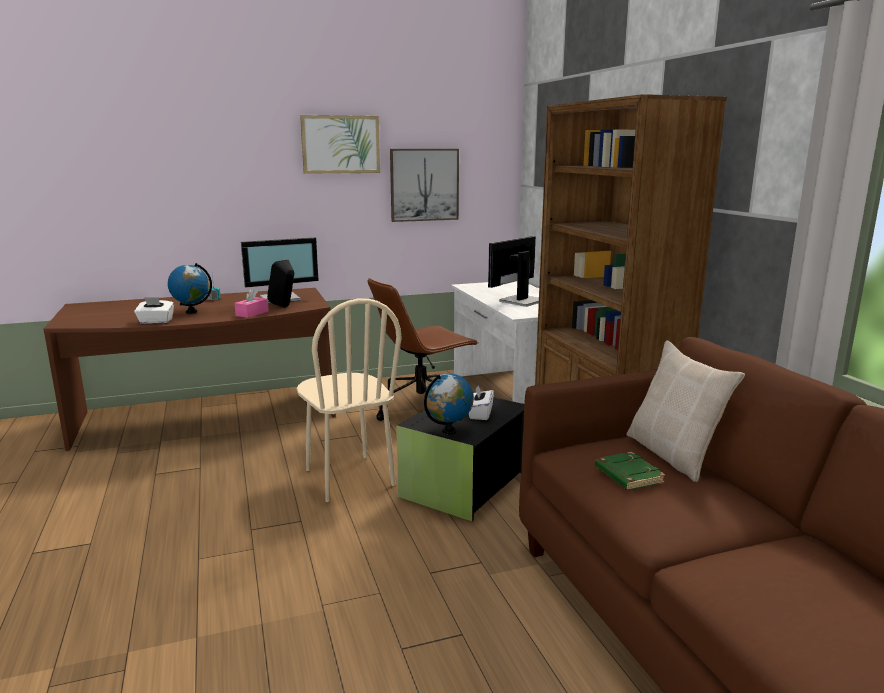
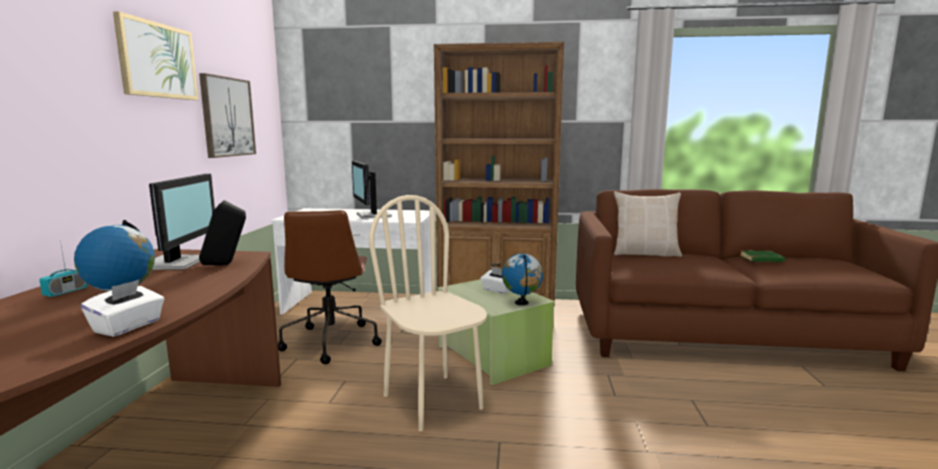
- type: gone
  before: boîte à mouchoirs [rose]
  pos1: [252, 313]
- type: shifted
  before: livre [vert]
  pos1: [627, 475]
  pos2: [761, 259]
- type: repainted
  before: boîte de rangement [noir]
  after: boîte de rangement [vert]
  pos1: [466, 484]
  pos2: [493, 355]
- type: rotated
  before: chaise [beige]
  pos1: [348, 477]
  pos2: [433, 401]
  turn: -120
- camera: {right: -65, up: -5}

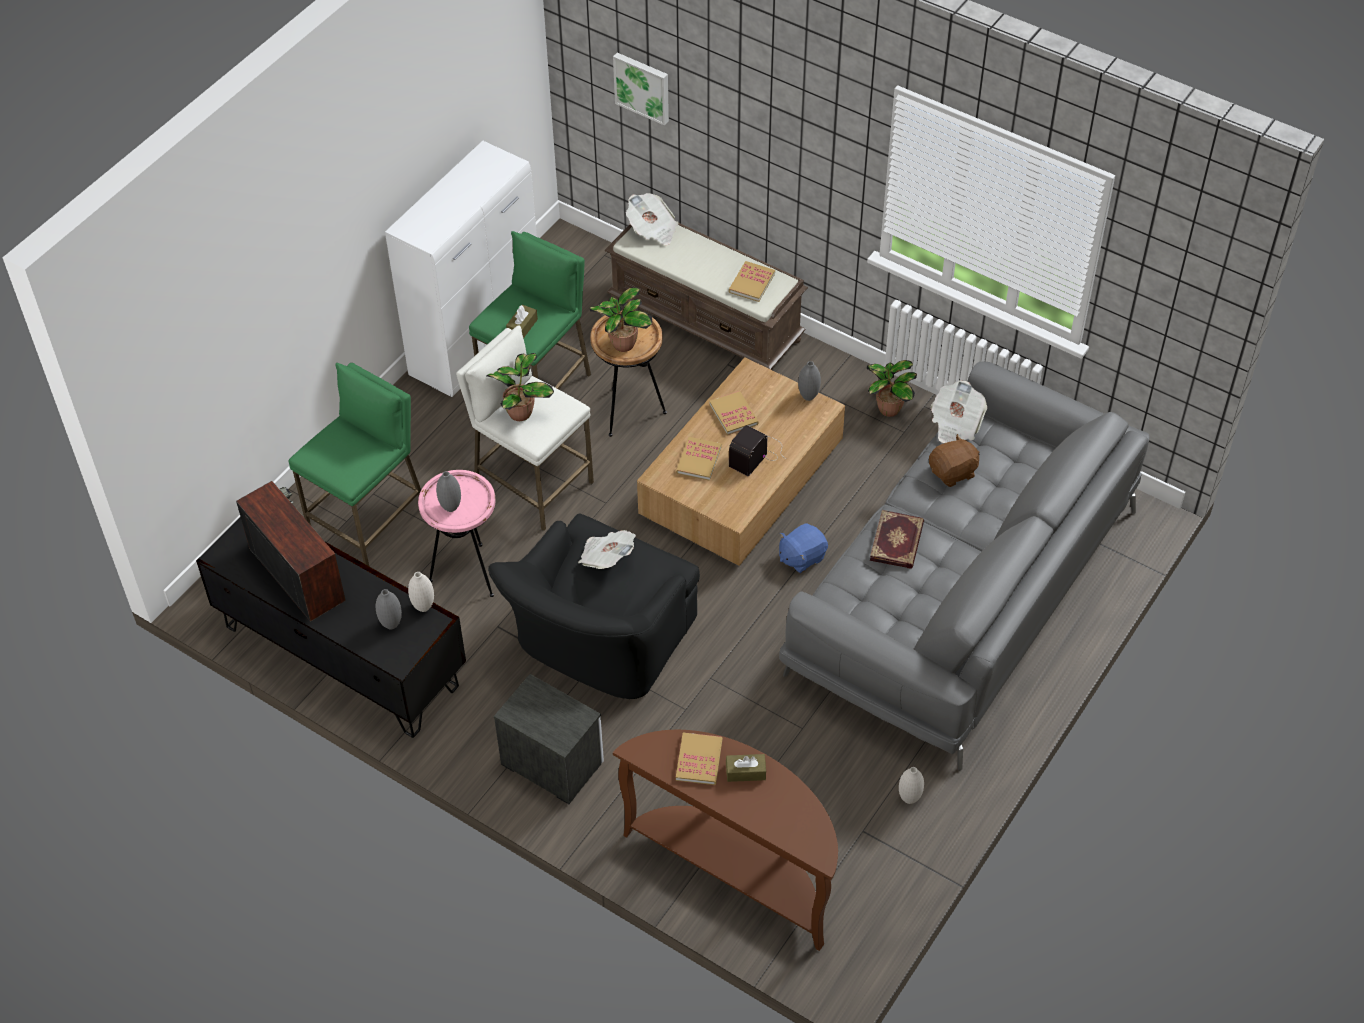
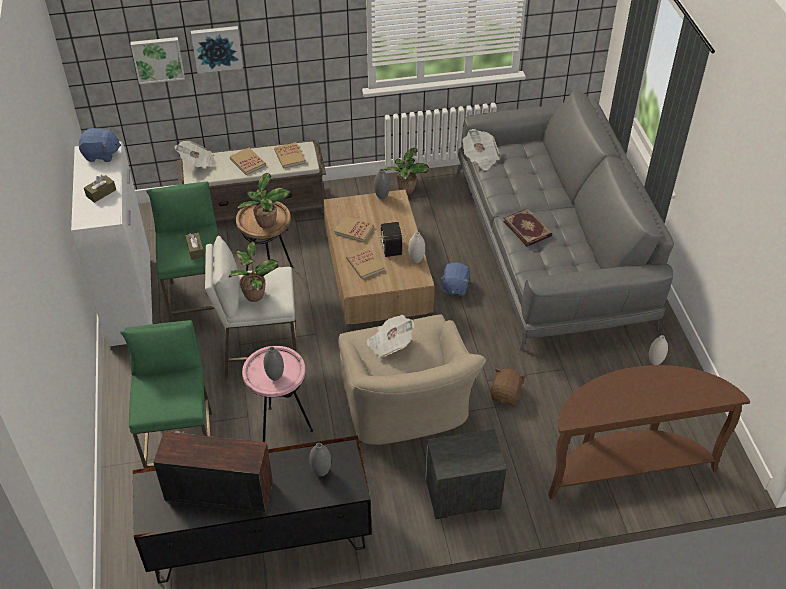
- type: new
  after: peluche [bleu]
  pos2: [101, 154]
- type: new
  after: tableau
  pos2: [217, 48]
- type: shifted
  before: vase [blanc]
  pos1: [423, 607]
  pos2: [416, 260]
- type: shifted
  before: livre
  pos1: [699, 760]
  pos2: [248, 162]
- type: shifted
  before: boîte à mouchoirs [marron]
  pos1: [745, 772]
  pos2: [101, 193]
- type: shifted
  before: peluche [marron]
  pos1: [953, 472]
  pos2: [506, 394]
- type: repainted
  before: fauteuil [noir]
  after: fauteuil [beige]
  pos1: [598, 644]
  pos2: [406, 410]
- camera: {right: -45, up: -5}

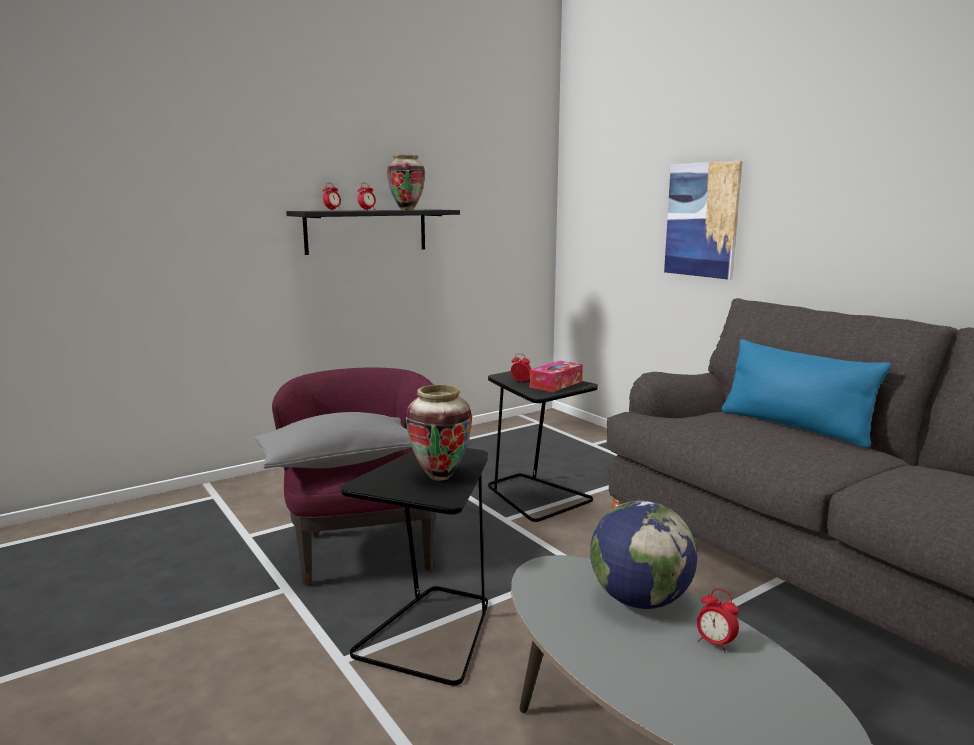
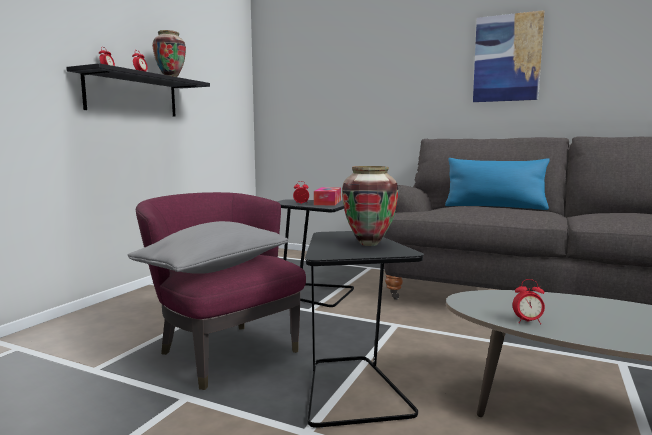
- type: gone
  before: globe
  pos1: [639, 600]
- type: shifted
  before: tableau
  pos1: [702, 220]
  pos2: [507, 58]
- type: shifted
  before: réveil
  pos1: [715, 643]
  pos2: [528, 321]
- camera: {right: -30, up: -5}

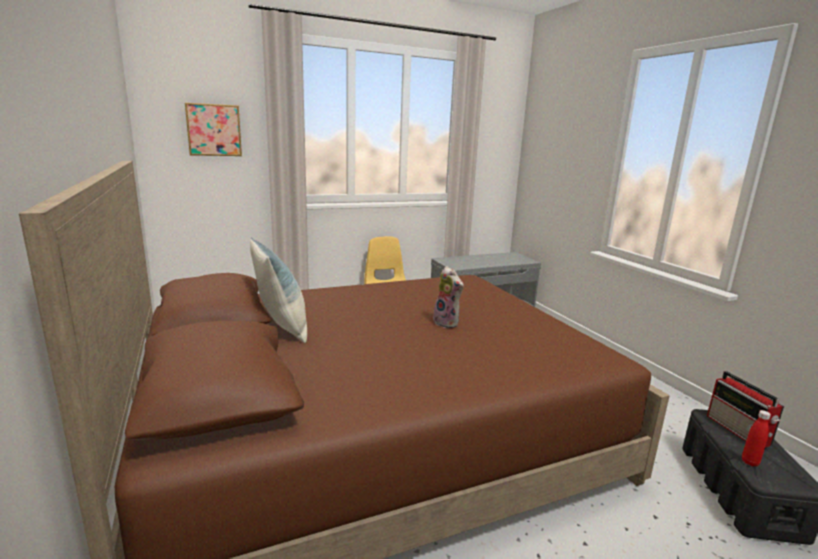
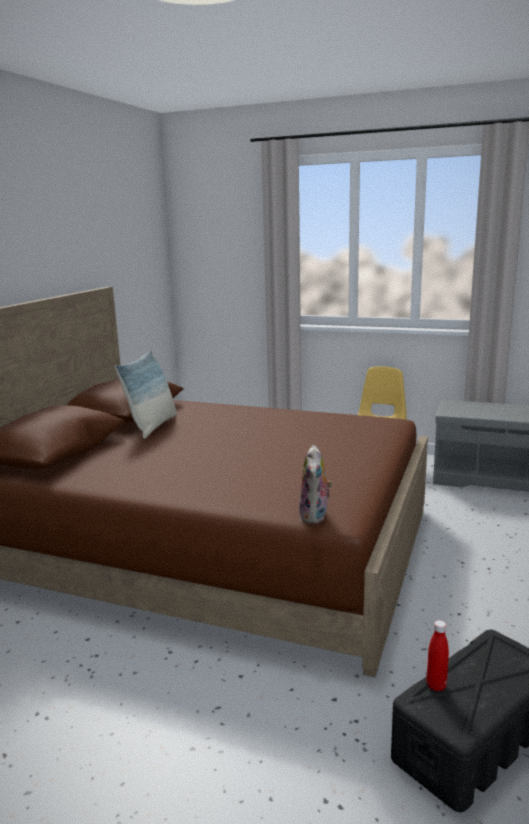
- type: gone
  before: tableau
  pos1: [214, 130]
- type: gone
  before: radio
  pos1: [739, 431]
- type: shifted
  before: peluche
  pos1: [448, 323]
  pos2: [315, 516]
- camera: {right: 45, up: 0}

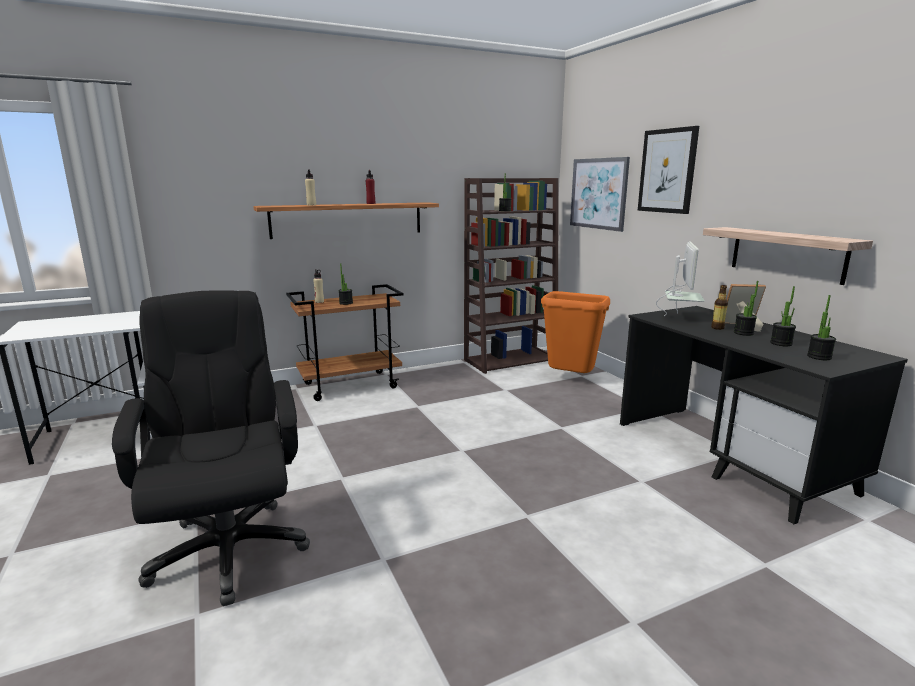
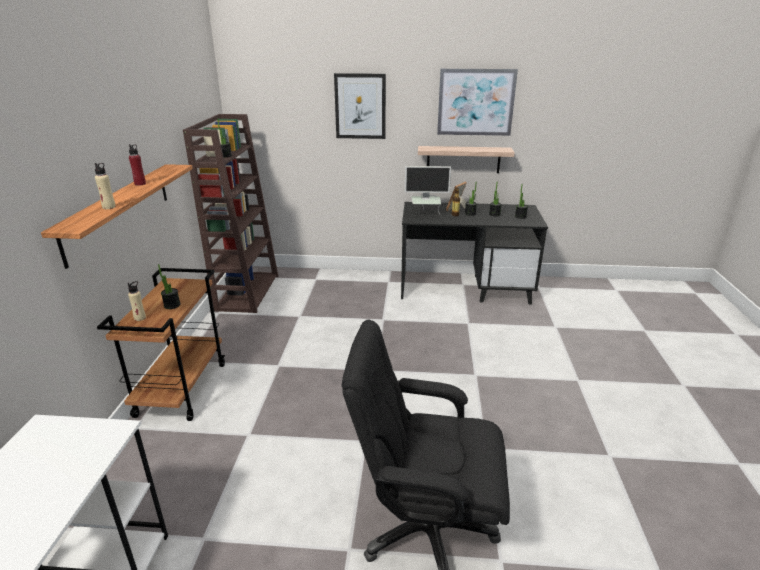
- type: gone
  before: poubelle [orange]
  pos1: [569, 379]
- type: shifted
  before: tableau
  pos1: [598, 193]
  pos2: [476, 102]
- type: rotated
  before: écran d'ordinateur
  pos1: [679, 318]
  pos2: [426, 215]
  turn: 135
- camera: {right: -60, up: 10}

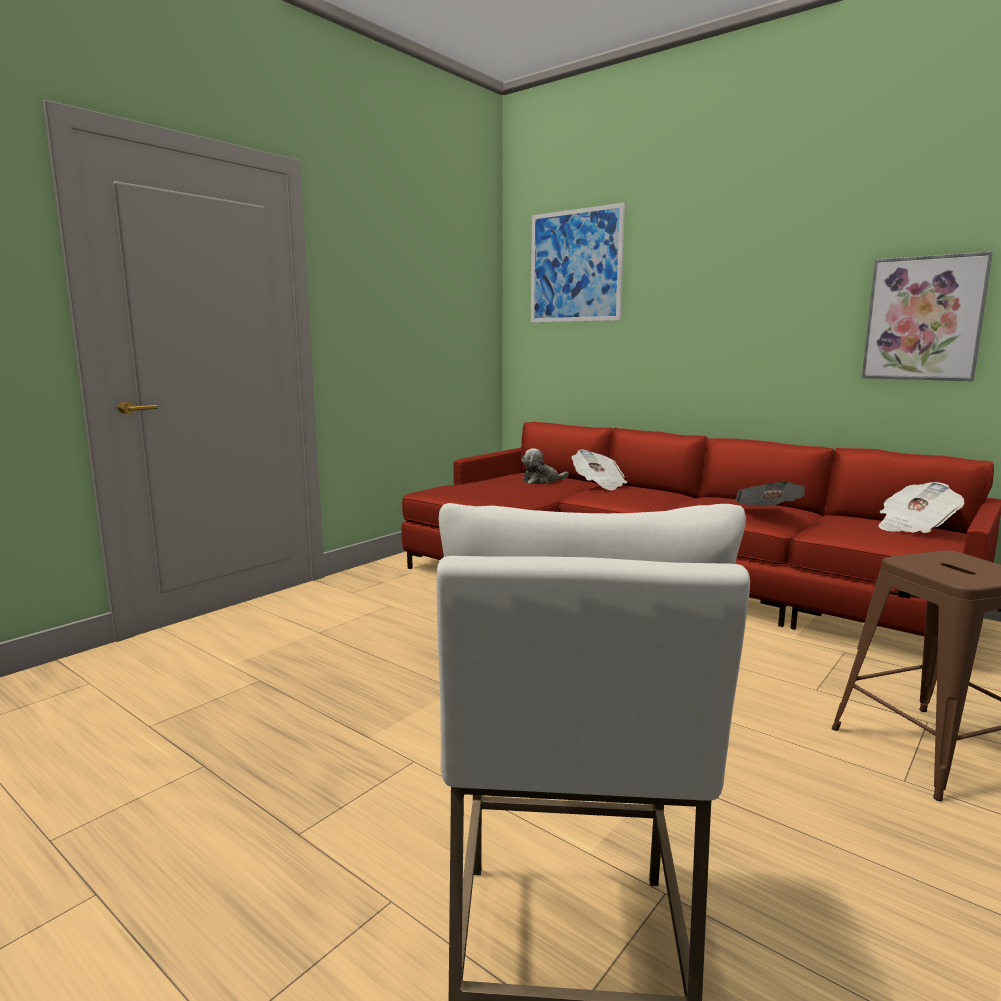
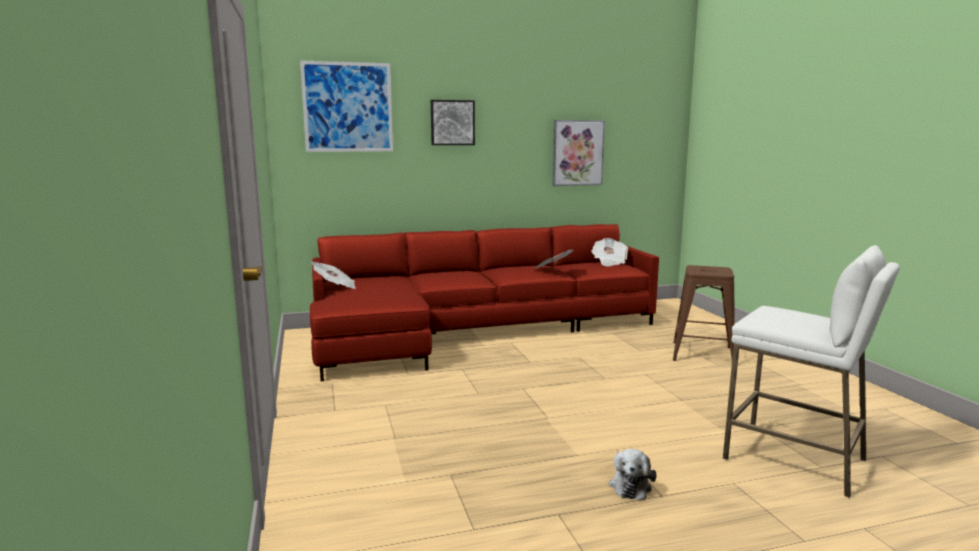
- type: new
  after: tableau
  pos2: [452, 122]
- type: shifted
  before: peluche
  pos1: [542, 481]
  pos2: [630, 485]
- type: shifted
  before: journal
  pos1: [598, 485]
  pos2: [335, 287]
- camera: {right: -55, up: 0}

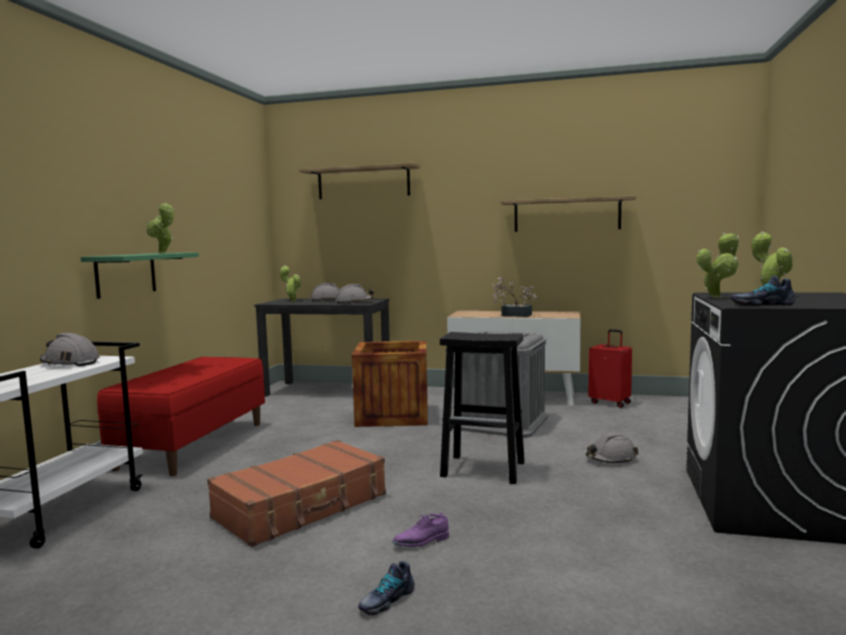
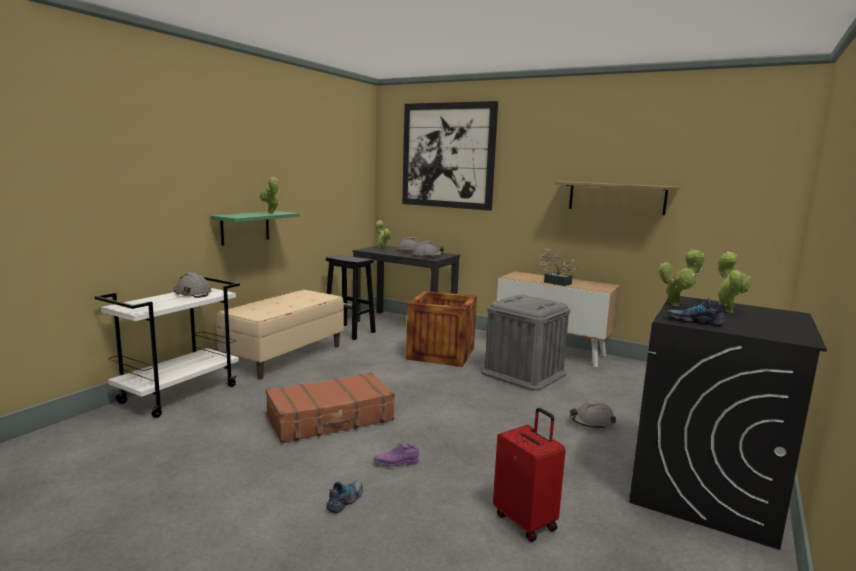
- type: shifted
  before: tabouret [noir]
  pos1: [485, 469]
  pos2: [350, 332]
- type: shifted
  before: valise [rouge]
  pos1: [610, 403]
  pos2: [526, 521]
- type: swapped
  before: étagère
  after: tableau
  pos1: [363, 183]
  pos2: [448, 155]
- type: repainted
  before: banc [rouge]
  after: banc [beige]
  pos1: [193, 445]
  pos2: [285, 356]
- type: rotated
  before: chaussure
  pos1: [386, 600]
  pos2: [346, 500]
  turn: 150
- camera: {right: 15, up: 5}

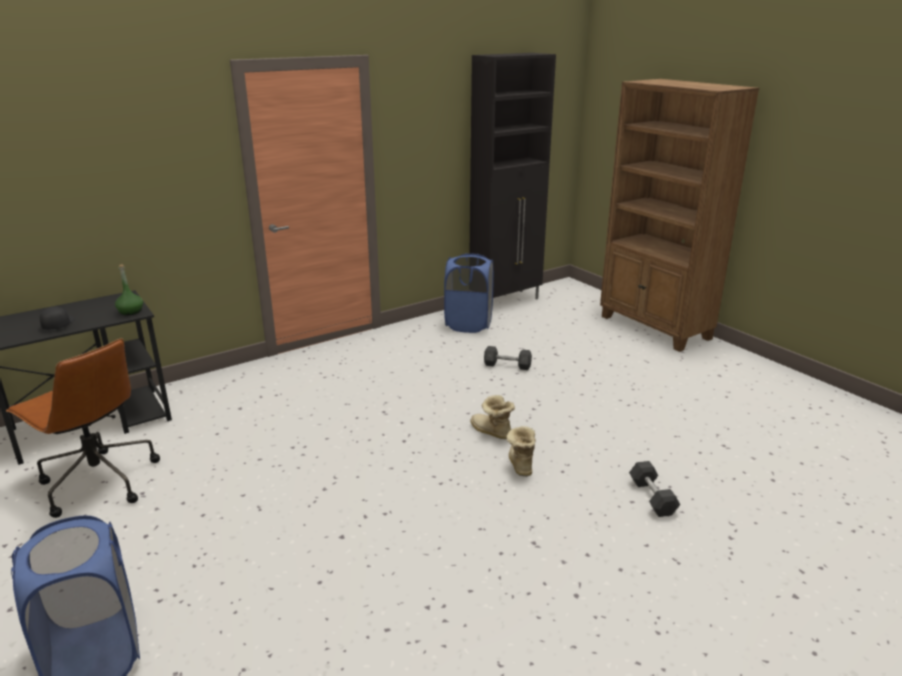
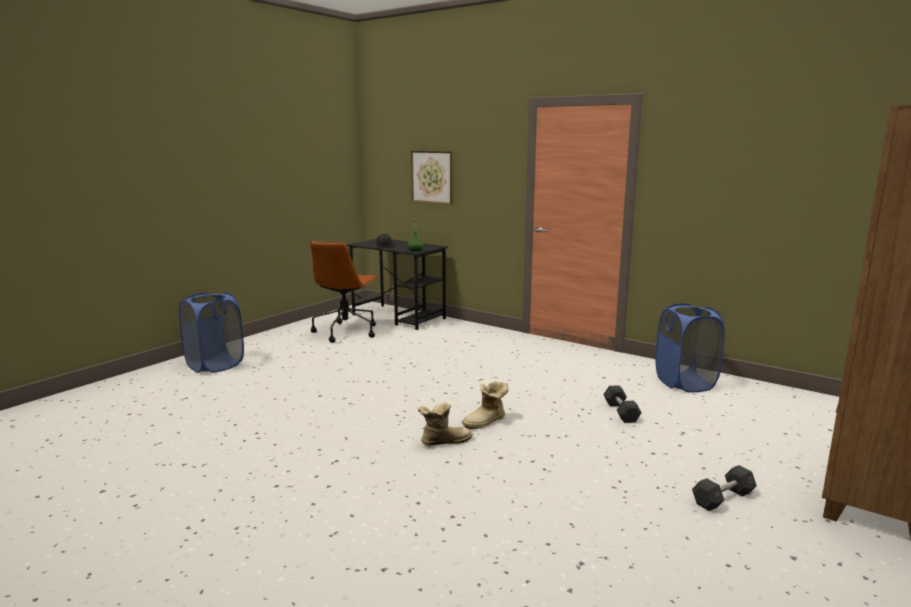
- type: gone
  before: meuble de rangement [noir]
  pos1: [506, 301]
- type: new
  after: tableau
  pos2: [432, 177]
- type: shifted
  before: haltère [gris]
  pos1: [652, 497]
  pos2: [723, 498]
- type: rotated
  before: botte
  pos1: [491, 432]
  pos2: [486, 422]
  turn: -150
- camera: {right: 70, up: -10}

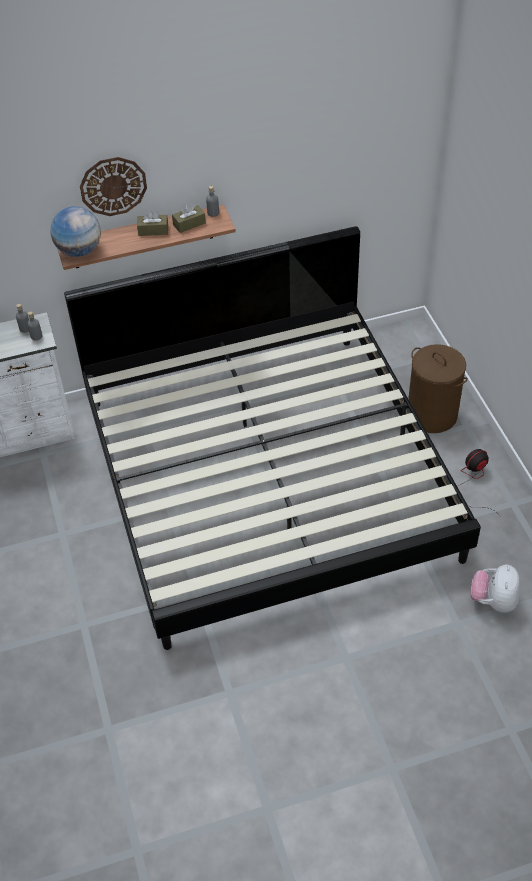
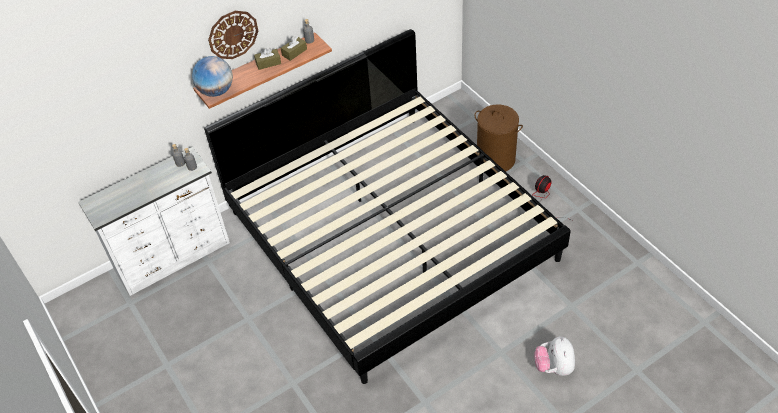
- type: shifted
  before: peluche
  pos1: [493, 601]
  pos2: [554, 367]
- camera: {right: -15, up: 0}

